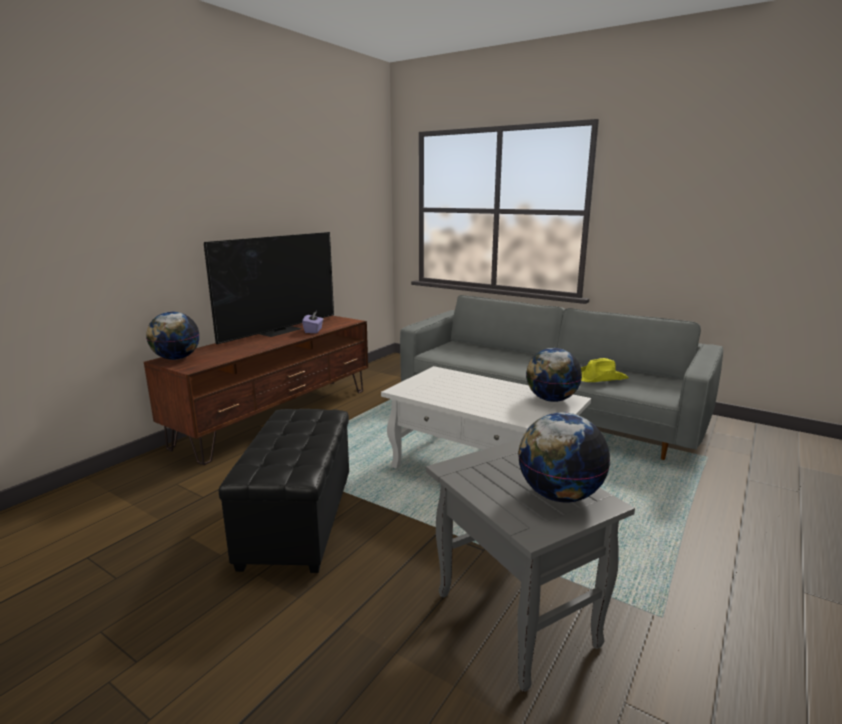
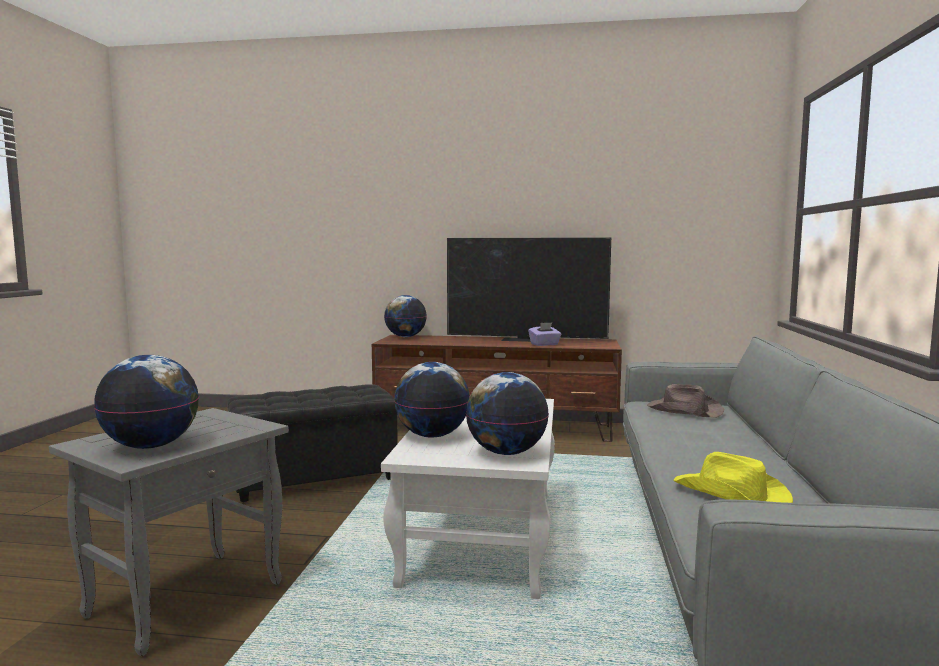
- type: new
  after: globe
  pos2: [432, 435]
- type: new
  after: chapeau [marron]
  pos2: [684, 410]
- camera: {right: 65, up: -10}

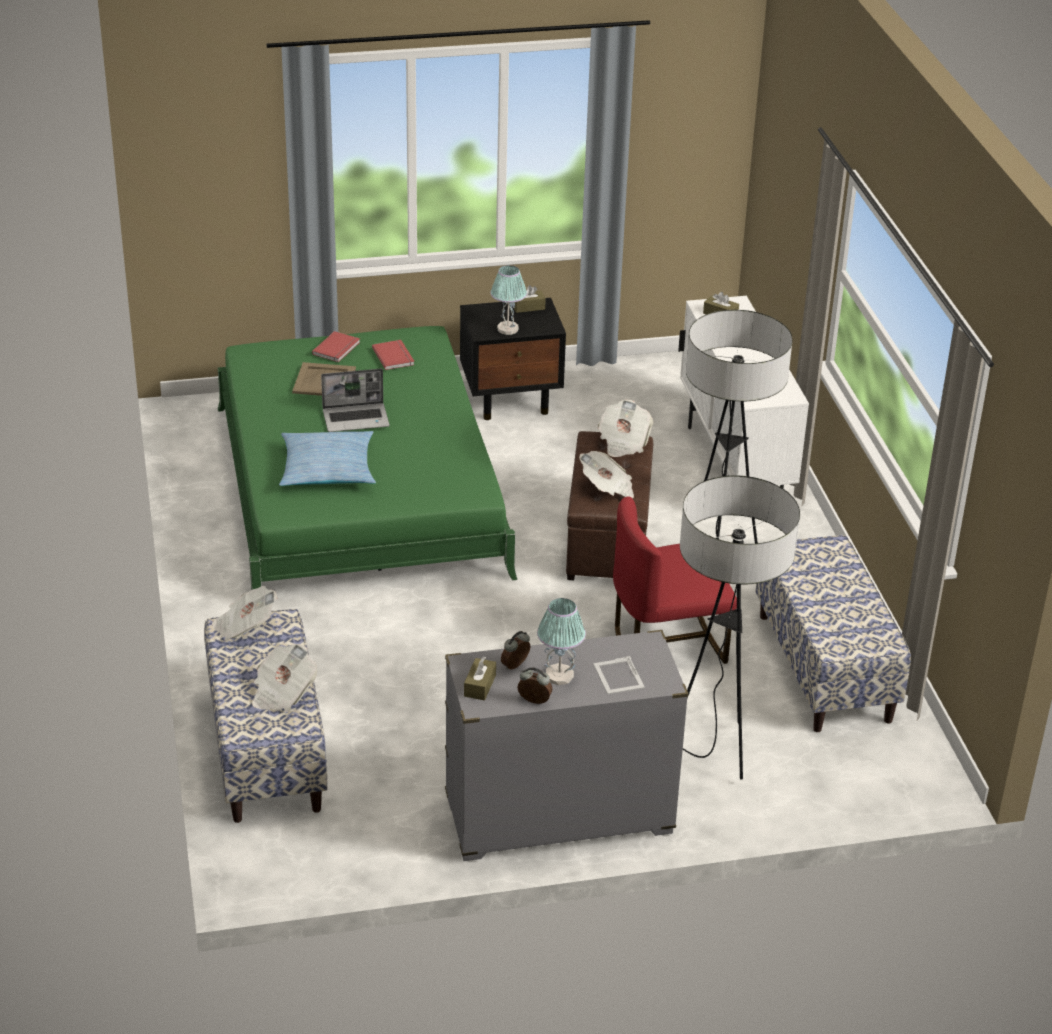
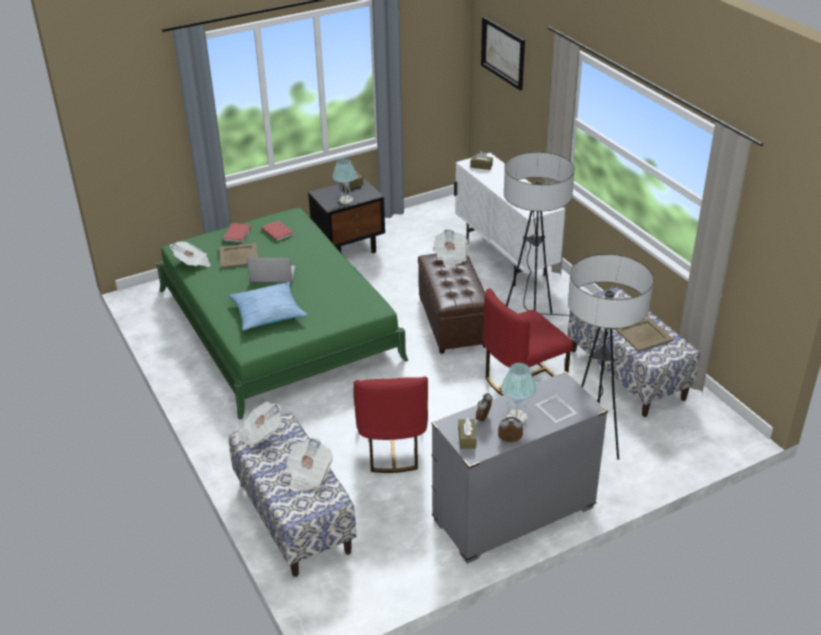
- type: new
  after: chaise [rouge]
  pos2: [392, 447]
- type: new
  after: tableau
  pos2: [503, 52]
- type: new
  after: plateau [beige]
  pos2: [643, 335]
- type: shifted
  before: journal
  pos1: [607, 488]
  pos2: [192, 263]
- type: rotated
  before: ordinateur portable
  pos1: [356, 418]
  pos2: [272, 276]
  turn: -150
- camera: {right: -15, up: 0}

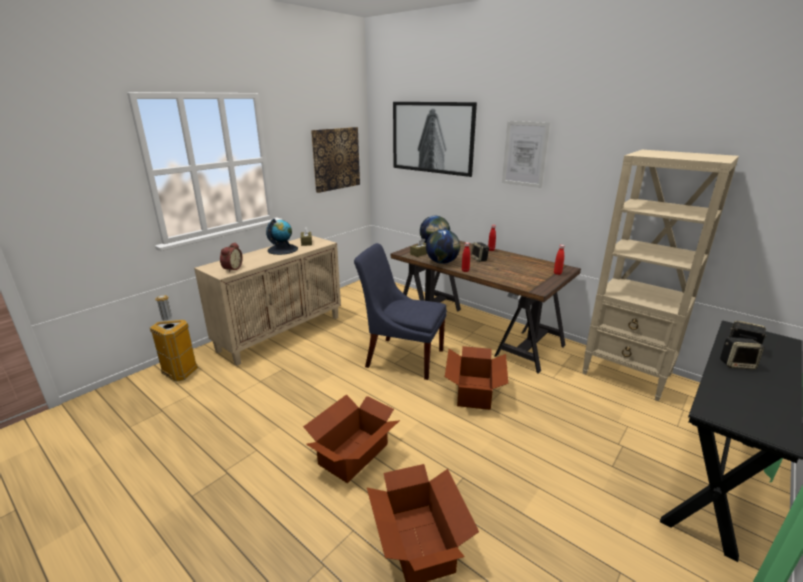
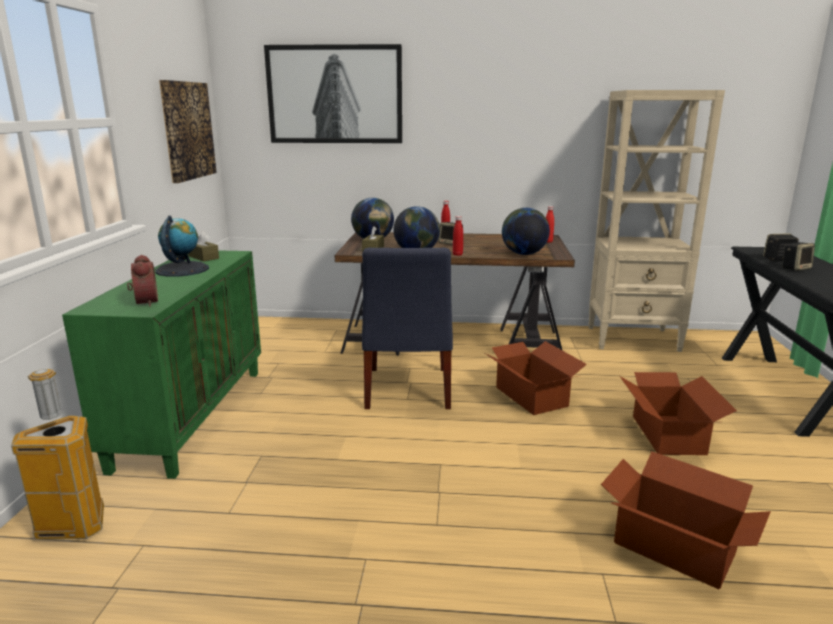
- type: gone
  before: tableau
  pos1: [524, 154]
- type: new
  after: globe
  pos2: [523, 254]
- type: shifted
  before: carton
  pos1: [352, 454]
  pos2: [667, 435]
- type: repainted
  before: meuble de rangement [beige]
  after: meuble de rangement [vert]
  pos1: [281, 333]
  pos2: [192, 415]
- type: rotated
  before: chaise [bleu]
  pos1: [401, 357]
  pos2: [407, 390]
  turn: -75
- camera: {right: -35, up: -5}

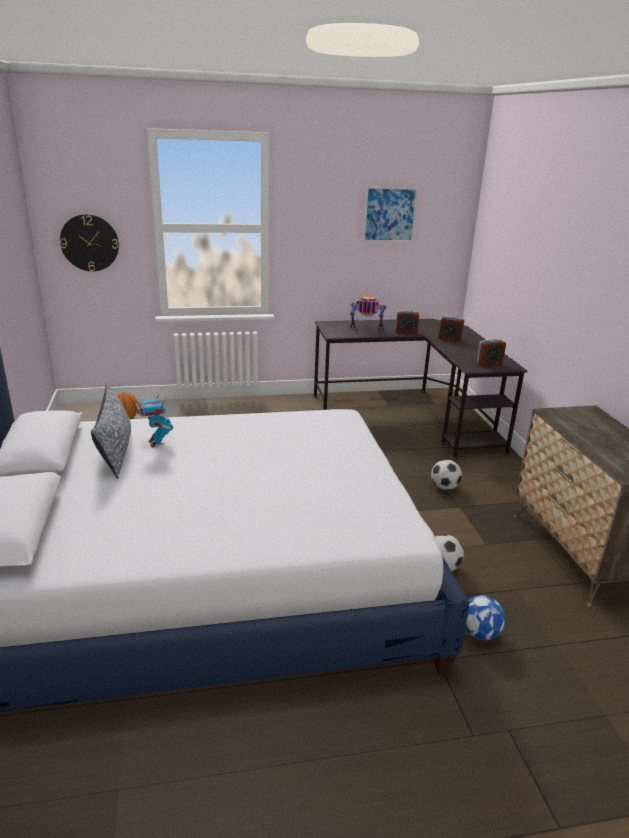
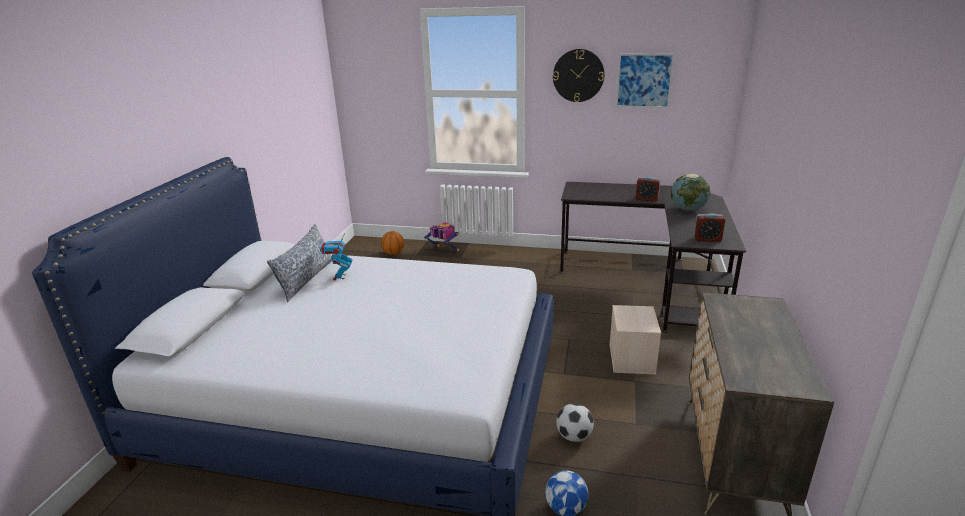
- type: shifted
  before: horloge murale
  pos1: [89, 243]
  pos2: [578, 75]
- type: shifted
  before: robot jouet
  pos1: [366, 330]
  pos2: [444, 251]
- type: swapped
  before: ballon de foot
  after: boîte de rangement [beige]
  pos1: [444, 487]
  pos2: [632, 359]
- type: swapped
  before: réveil
  after: globe
  pos1: [450, 339]
  pos2: [688, 209]
- camera: {right: 25, up: 0}

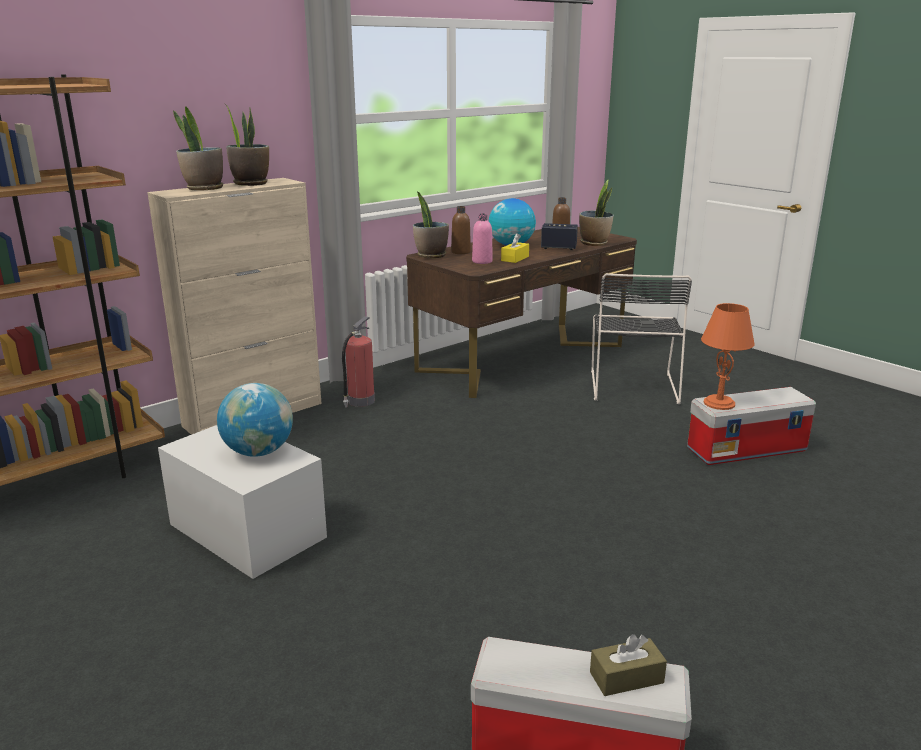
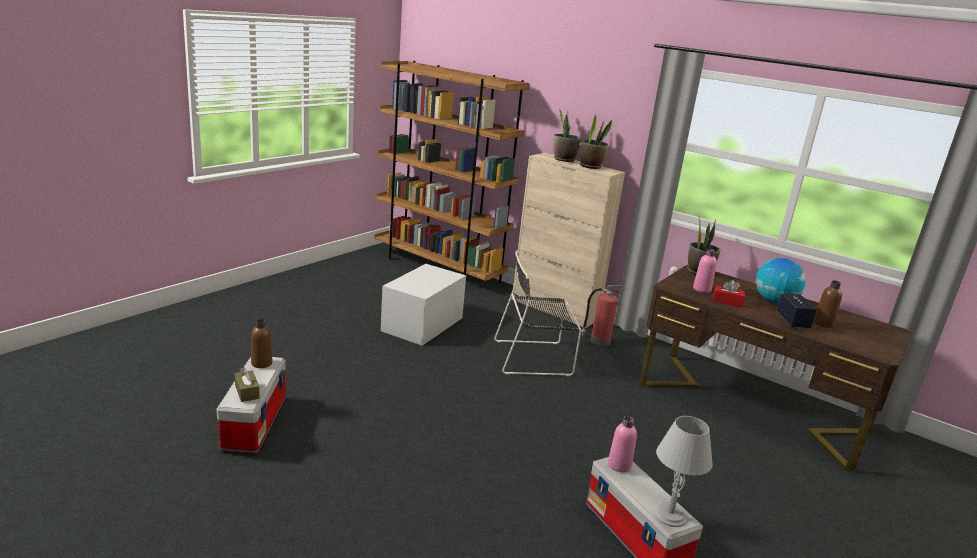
- type: gone
  before: globe
  pos1: [259, 452]
- type: gone
  before: plante en pot
  pos1: [594, 243]
- type: new
  after: lampe de table [gris]
  pos2: [669, 515]
- type: shifted
  before: bouteille [marron]
  pos1: [460, 252]
  pos2: [261, 363]
- type: shifted
  before: chaise [noir]
  pos1: [633, 385]
  pos2: [535, 358]
- type: swapped
  before: lampe de table [orange]
  after: bouteille [rose]
  pos1: [718, 403]
  pos2: [619, 465]
- type: repainted
  before: boîte à mouchoirs [jaune]
  after: boîte à mouchoirs [rouge]
  pos1: [515, 258]
  pos2: [727, 302]
- camera: {right: 75, up: 0}

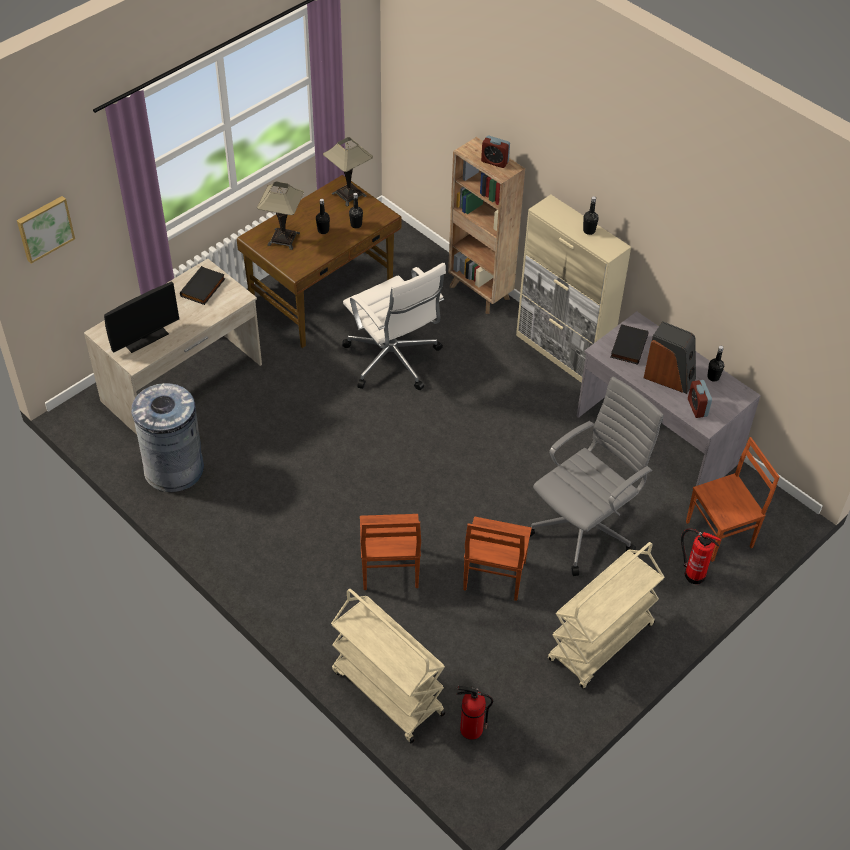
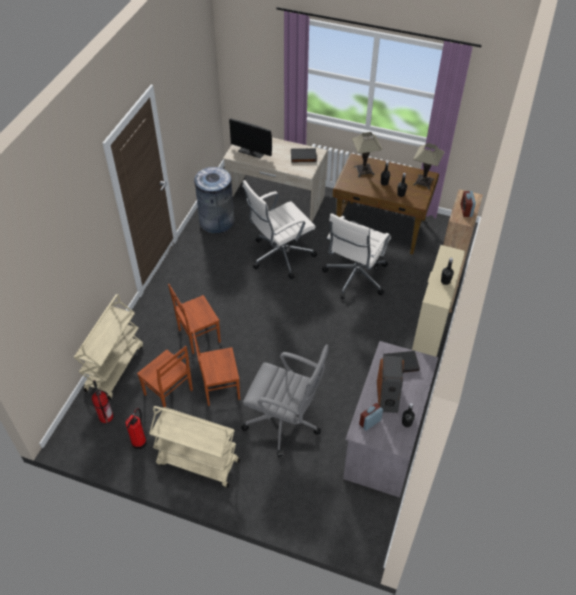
- type: gone
  before: tableau
  pos1: [44, 228]
- type: new
  after: chaise de bureau [blanc]
  pos2: [280, 256]
- type: shifted
  before: extincteur
  pos1: [693, 574]
  pos2: [140, 441]
- type: shifted
  before: chaise [marron]
  pos1: [720, 535]
  pos2: [168, 393]
- camera: {right: 65, up: 0}

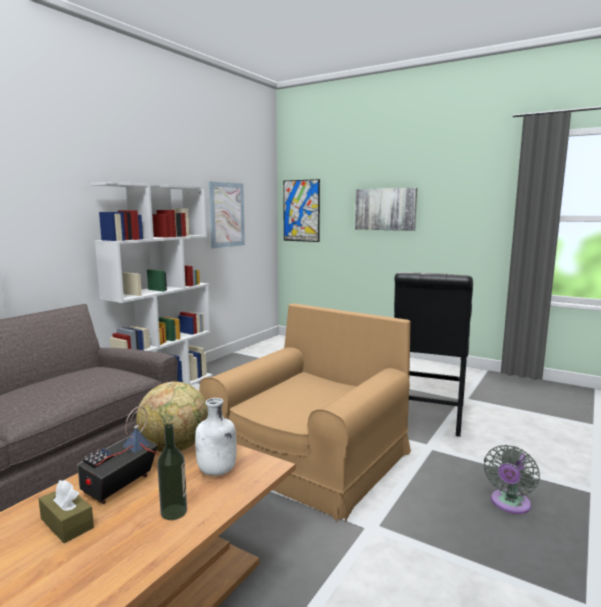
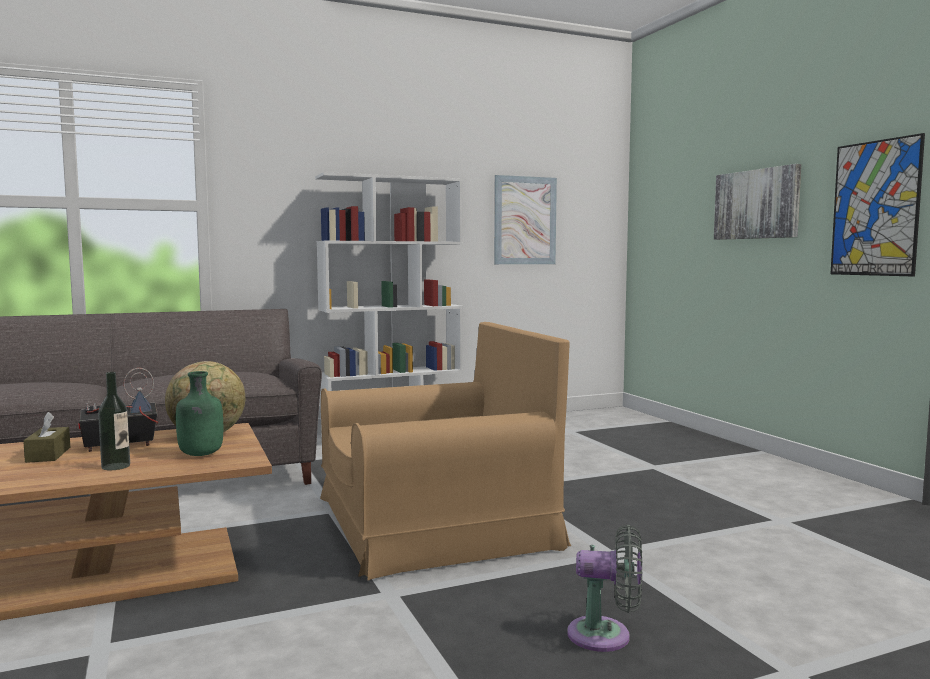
- type: gone
  before: chaise [noir]
  pos1: [427, 417]
- type: shifted
  before: tableau
  pos1: [301, 211]
  pos2: [875, 208]
- type: repainted
  before: bouteille [blanc]
  after: bouteille [vert]
  pos1: [217, 471]
  pos2: [200, 454]
- type: rotated
  before: ventilateur [gris]
  pos1: [509, 504]
  pos2: [606, 636]
  turn: -150
- camera: {right: 35, up: -5}

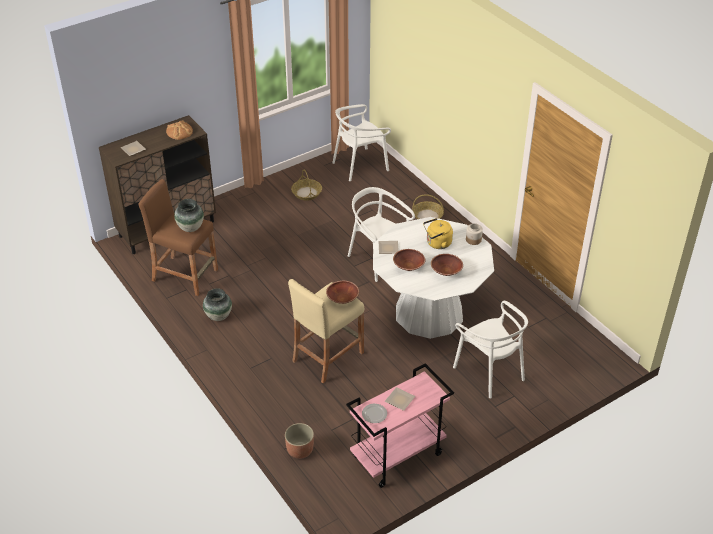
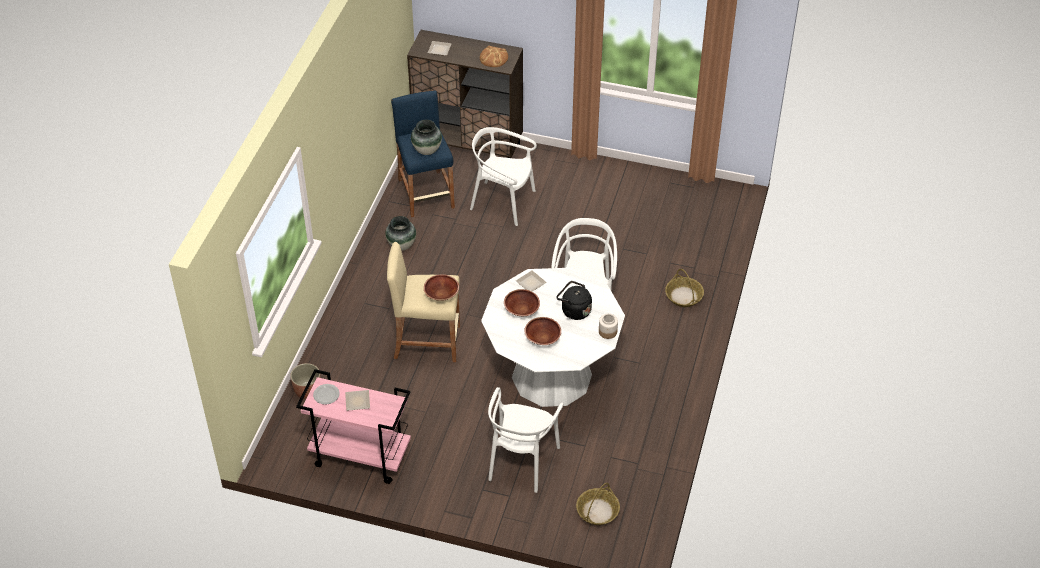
- type: shifted
  before: panier
  pos1: [306, 193]
  pos2: [597, 511]
- type: shifted
  before: chaise [blanc]
  pos1: [360, 165]
  pos2: [503, 202]
- type: repainted
  before: tabouret [marron]
  after: tabouret [bleu]
  pos1: [185, 275]
  pos2: [426, 193]
- type: repainted
  before: bouilloire [jaune]
  after: bouilloire [noir]
  pos1: [437, 243]
  pos2: [574, 310]
- camera: {right: 50, up: 5}

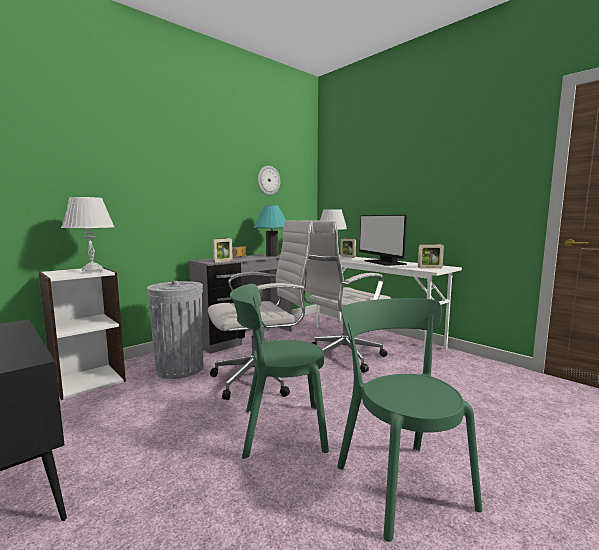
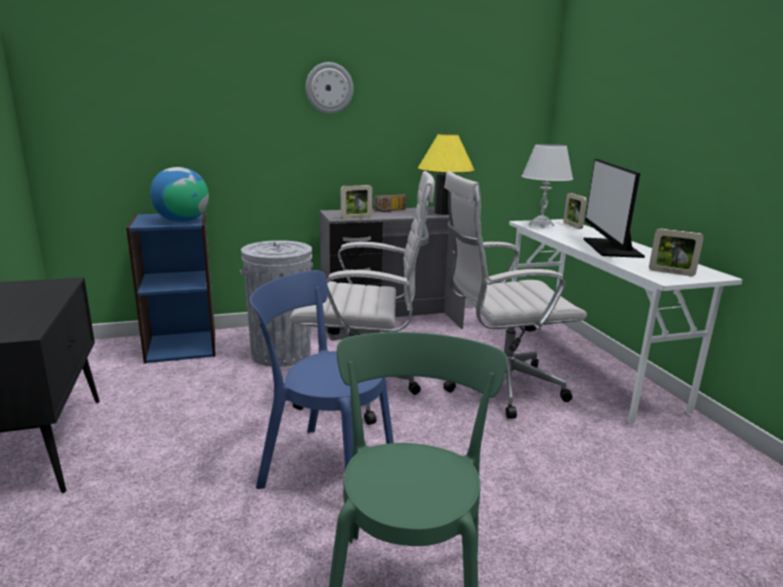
- type: shifted
  before: horloge murale
  pos1: [268, 180]
  pos2: [329, 88]
- type: swapped
  before: lampe de table [blanc]
  after: globe
  pos1: [92, 271]
  pos2: [182, 221]
- type: repainted
  before: bibliothèque [blanc]
  after: bibliothèque [bleu]
  pos1: [88, 380]
  pos2: [182, 346]
- type: repainted
  before: chaise [vert]
  after: chaise [bleu]
  pos1: [278, 430]
  pos2: [322, 466]
- type: repainted
  before: lampe de table [turquoise]
  after: lampe de table [jaune]
  pos1: [272, 255]
  pos2: [443, 213]
- camera: {right: 25, up: 10}

